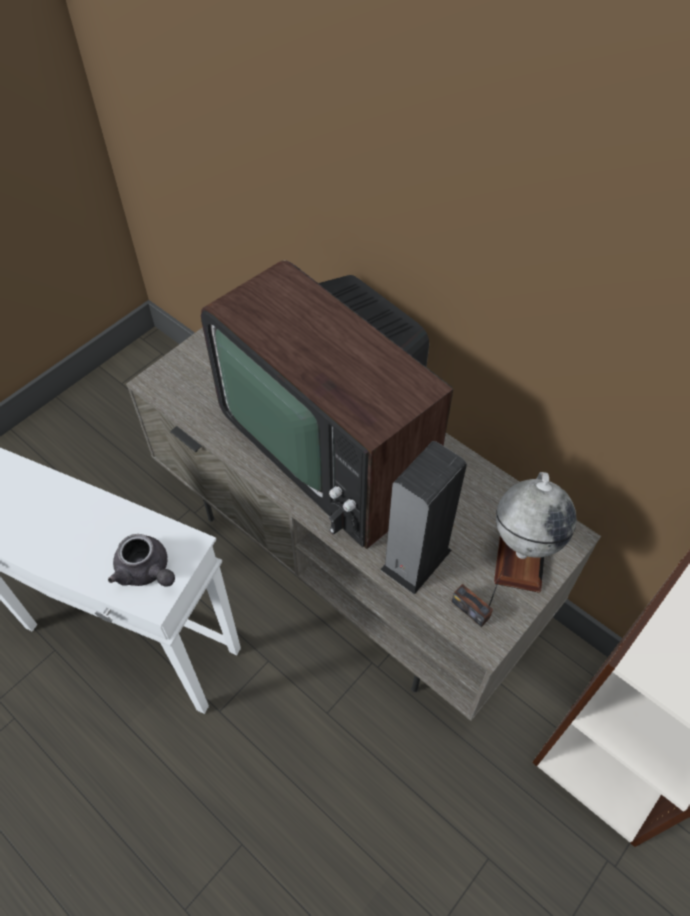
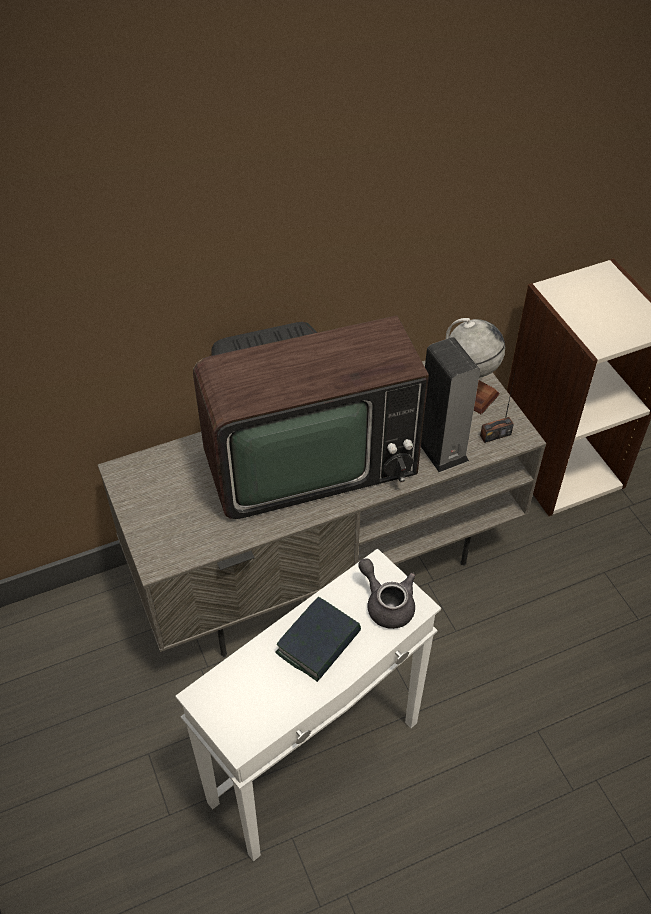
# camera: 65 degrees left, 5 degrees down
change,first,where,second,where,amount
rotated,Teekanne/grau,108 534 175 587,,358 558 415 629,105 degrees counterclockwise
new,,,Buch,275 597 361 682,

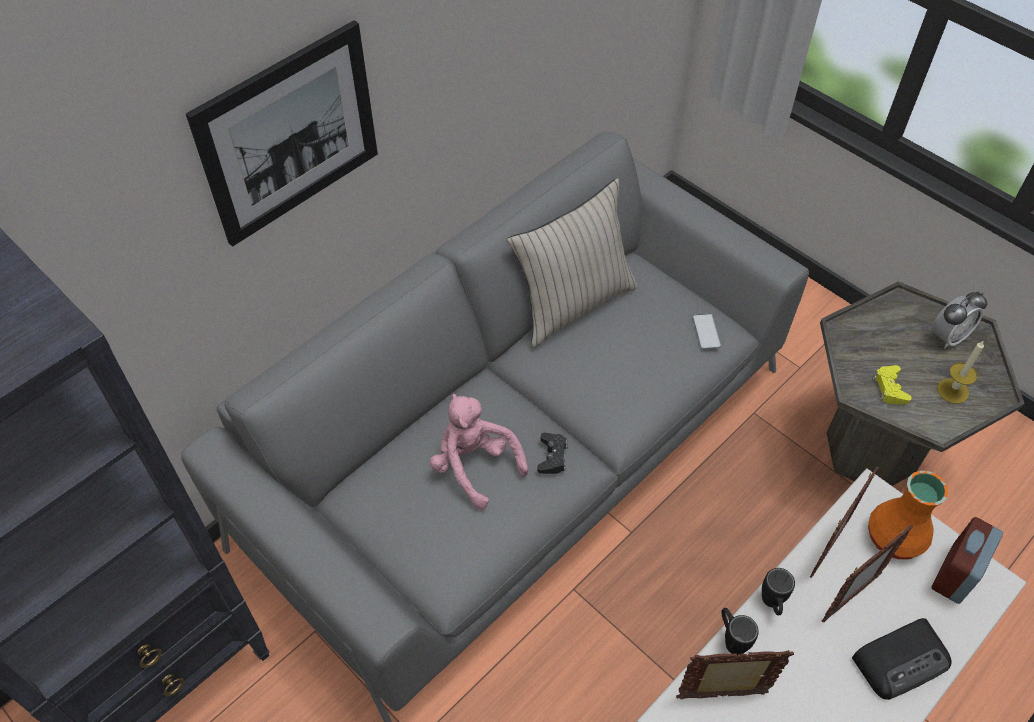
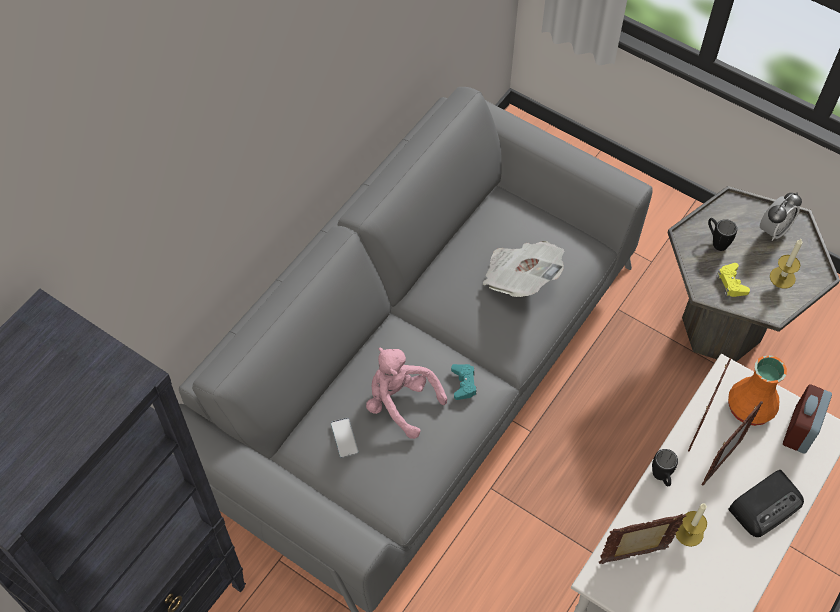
# camera: 10 degrees left, 5 degrees up
change,first,where,second,where,amount
gone,Bild,186 20 378 247,,,
gone,Kissen/beige,507 178 638 347,,,
repainted,Gamepad/schwarz,537 432 568 474,Gamepad/türkis,451 364 477 400,
shifted,Handy,693 313 721 349,,331 418 359 458,
shifted,Henkelbecher/schwarz,721 608 759 655,,708 218 737 251,
new,,,Zeitung,483 241 564 297,
new,,,Kerze,676 503 707 547,

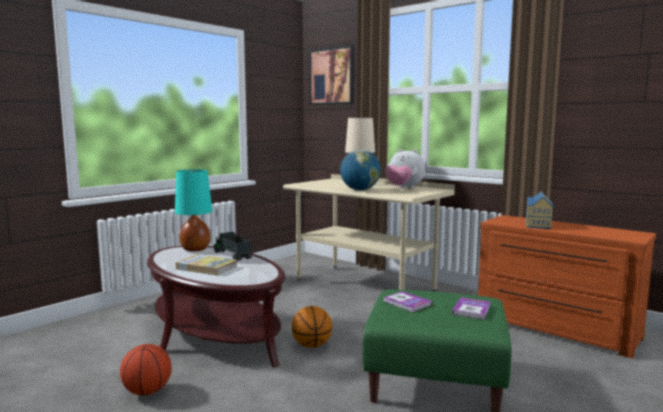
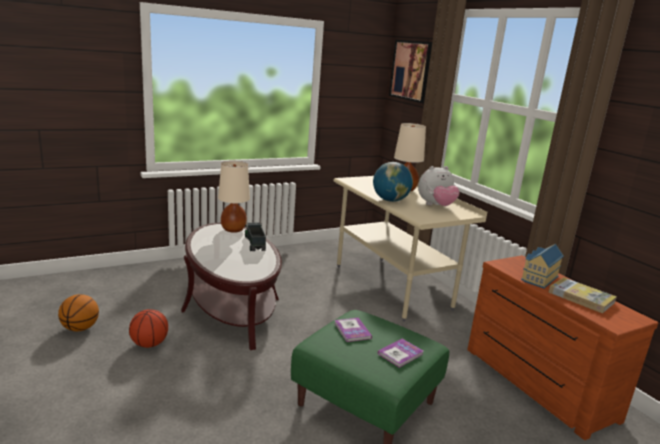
# camera: 20 degrees right, 10 degrees up
change,first,where,second,where,amount
repainted,Tischlampe/türkis,175 169 212 251,Tischlampe/beige,218 161 250 233,
shifted,Buch,175 255 237 275,,549 278 617 313,
shifted,Basketball,292 306 332 348,,58 294 99 331,
rotated,Plüschtier,385 149 425 189,,418 166 460 206,75 degrees counterclockwise

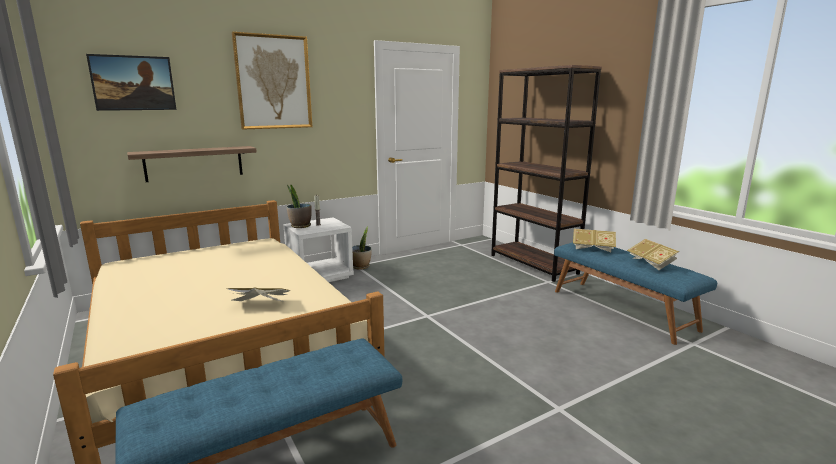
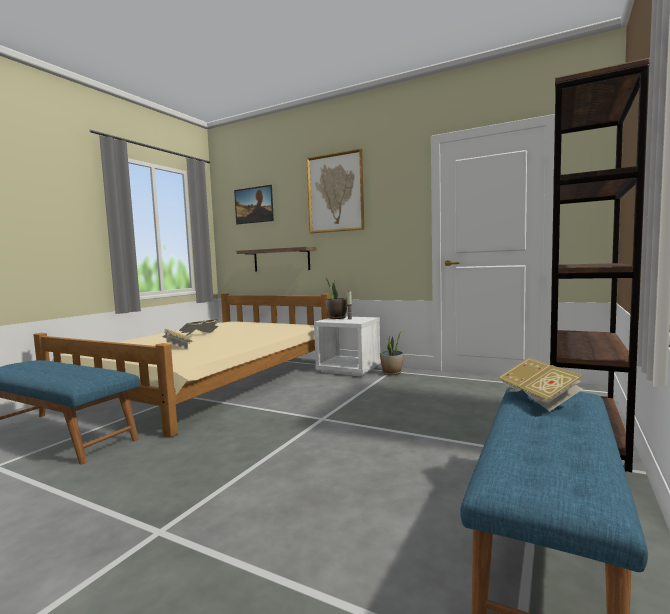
# camera: 60 degrees right, 10 degrees down
change,first,where,second,where,amount
shifted,Buch,627 239 679 270,,179 319 219 336,

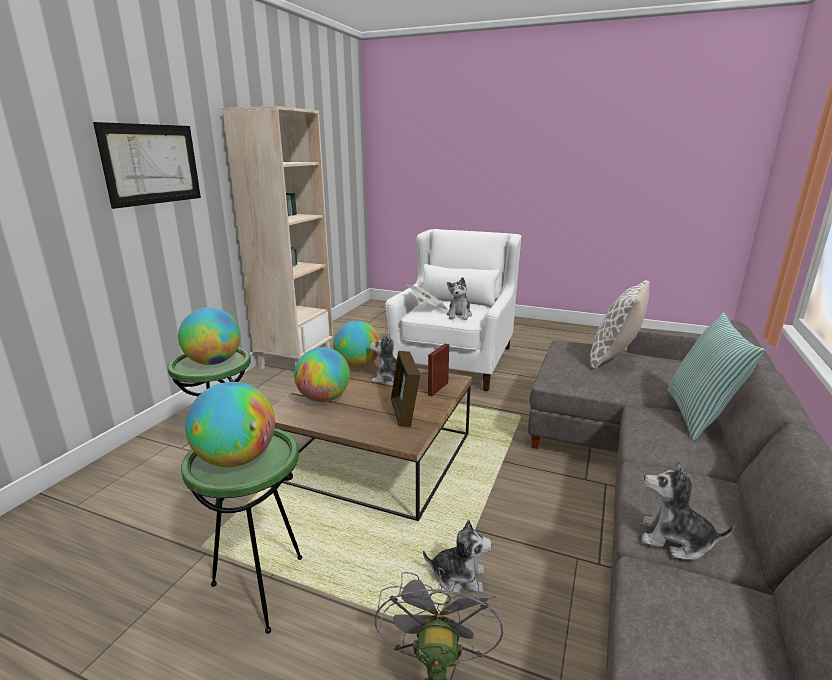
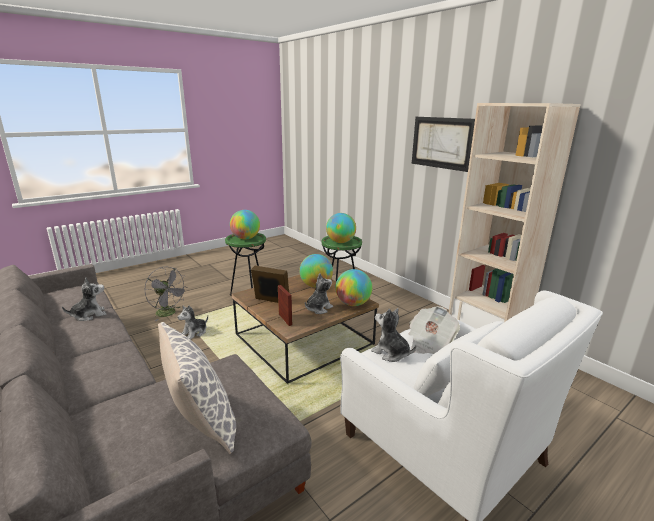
# camera: 120 degrees right, 0 degrees up
change,first,where,second,where,amount
gone,Kissen,668 313 765 441,,,

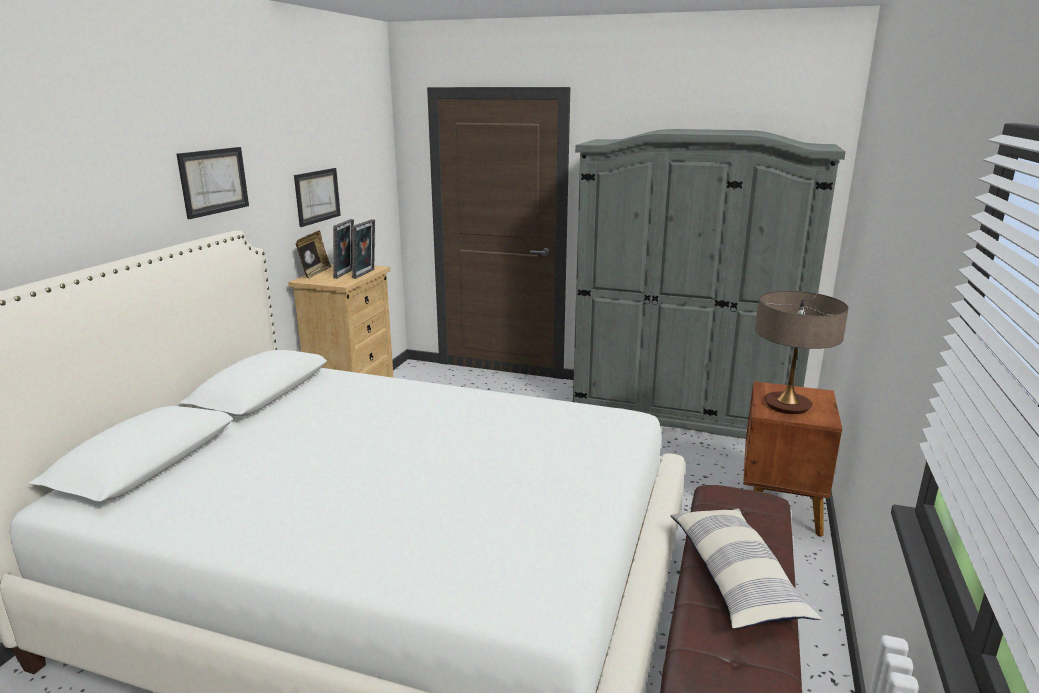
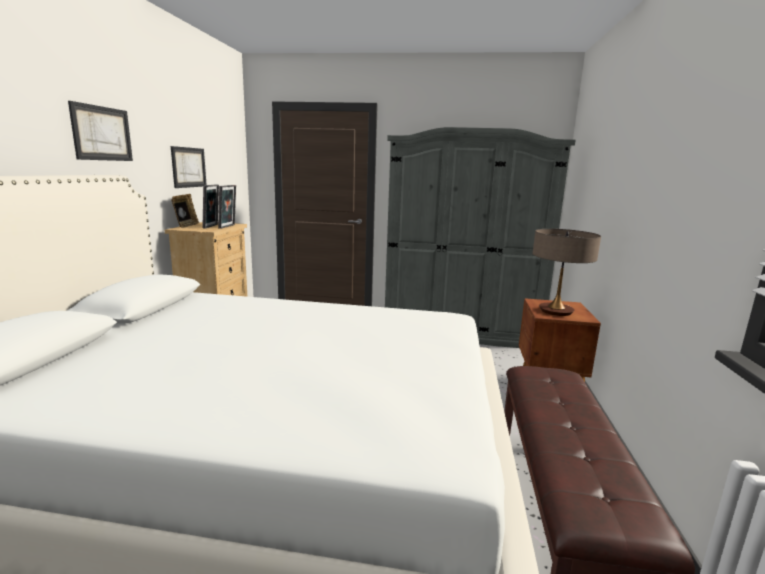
# camera: 10 degrees left, 5 degrees down
change,first,where,second,where,amount
gone,Kissen,671 508 821 629,,,

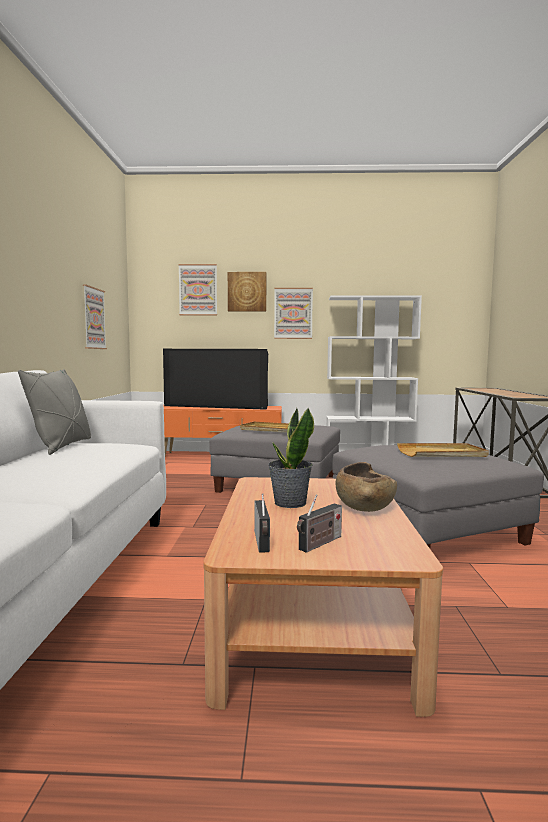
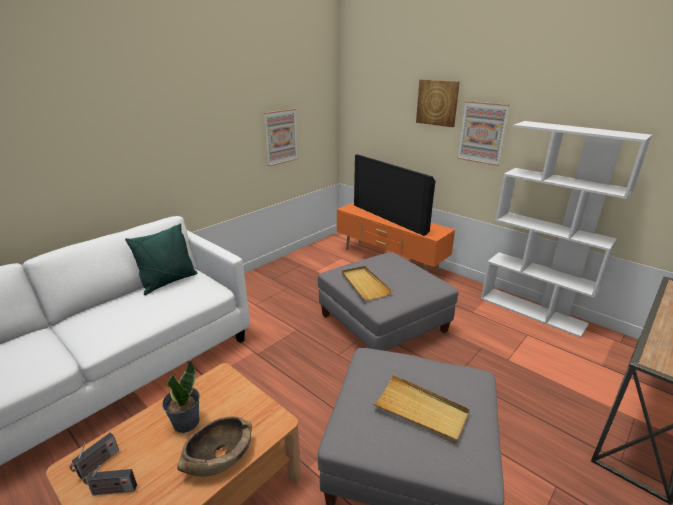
# camera: 40 degrees right, 20 degrees up
change,first,where,second,where,amount
repainted,Kissen/grau,18 369 91 455,Kissen/grün,125 223 198 295,
gone,Bild,179 264 217 316,,,

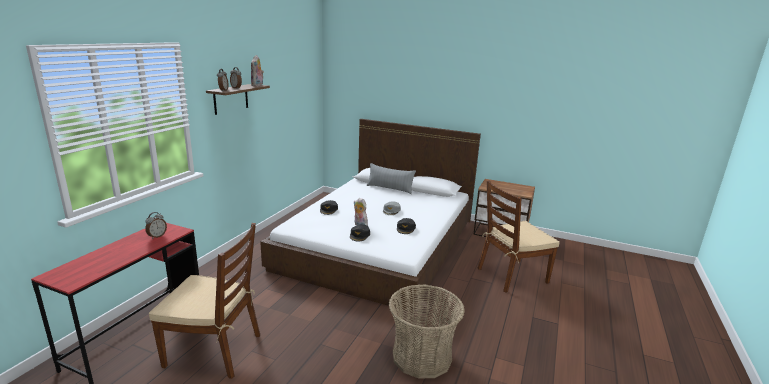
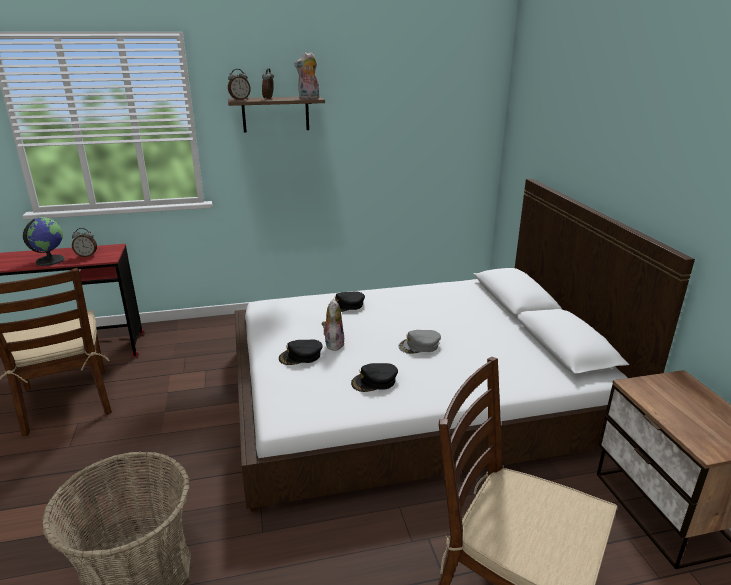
# camera: 55 degrees right, 5 degrees up
change,first,where,second,where,amount
gone,Kissen/grau,367 163 416 194,,,
new,,,Globus,23 217 65 266,

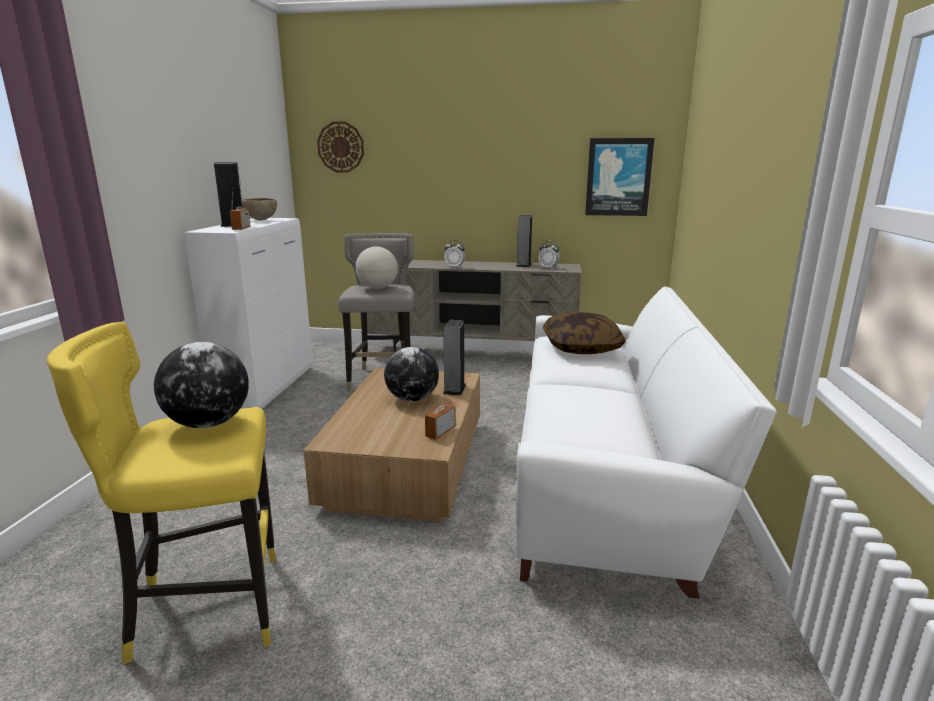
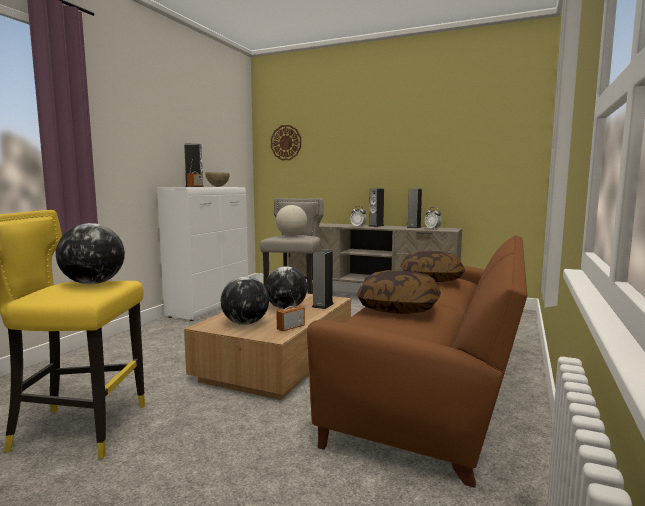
# camera: 15 degrees right, 10 degrees down
change,first,where,second,where,amount
repainted,Sofa/weiß,515 286 777 599,Sofa/braun,307 235 527 488,
gone,Bild,585 138 654 216,,,
new,,,Globus,220 276 269 325,
new,,,Kissen,357 270 441 314,
new,,,Lautsprecher,369 188 384 227,

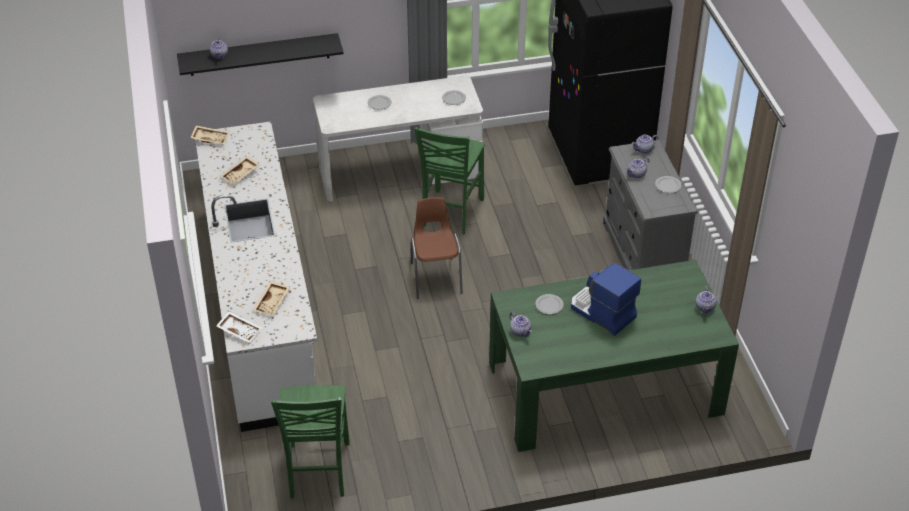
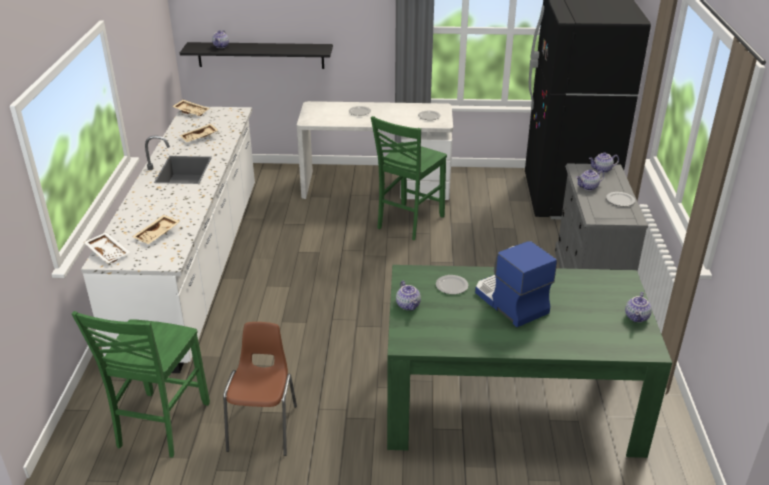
# camera: 15 degrees right, 10 degrees down
change,first,where,second,where,amount
shifted,Stuhl/braun,411 197 463 299,,223 322 297 456,

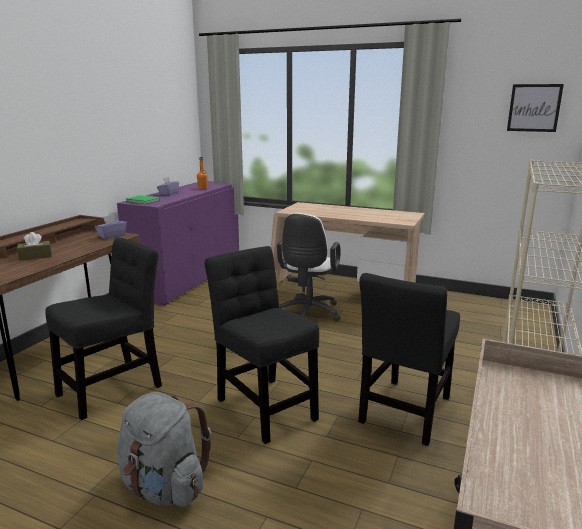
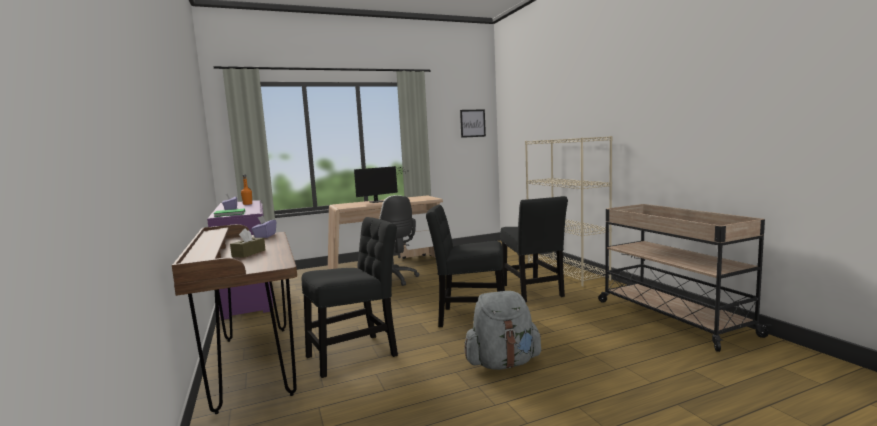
# camera: 45 degrees left, 10 degrees down
change,first,where,second,where,amount
rotated,Stuhl/schwarz,45 237 162 420,,302 217 398 378,60 degrees clockwise
new,,,Monitor,354 166 406 203,

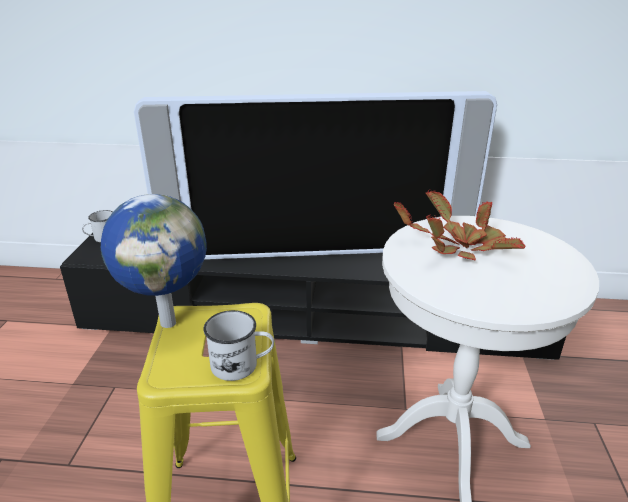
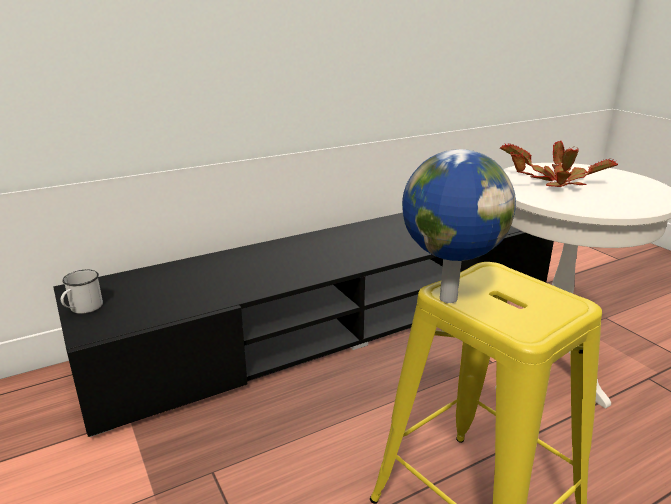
# camera: 35 degrees left, 5 degrees down
change,first,where,second,where,amount
gone,Fernseher,134 91 497 260,,,
gone,Henkelbecher/weiß,203 310 274 381,,,

